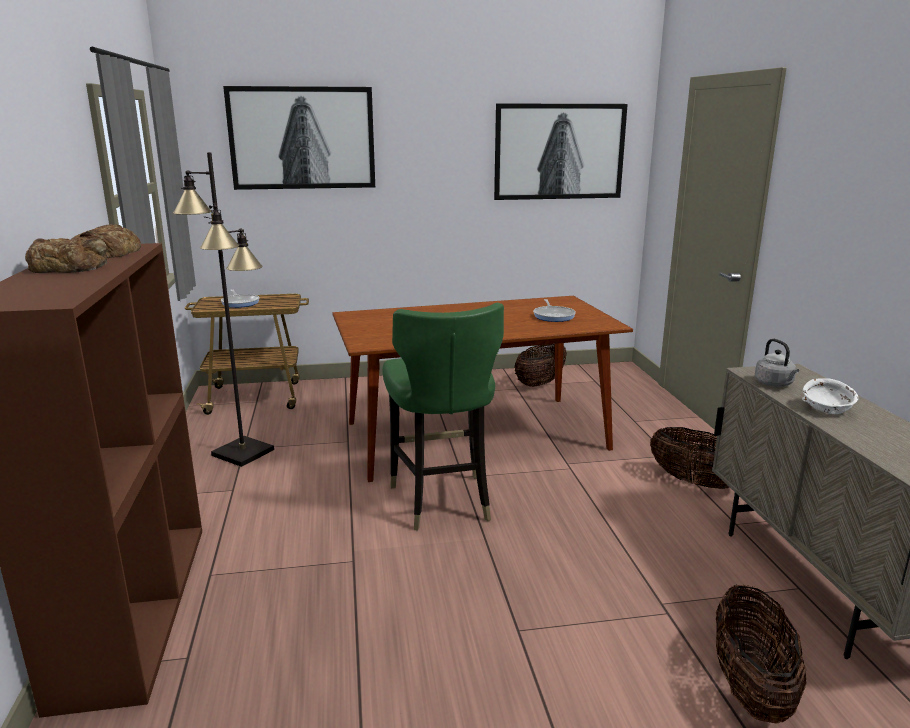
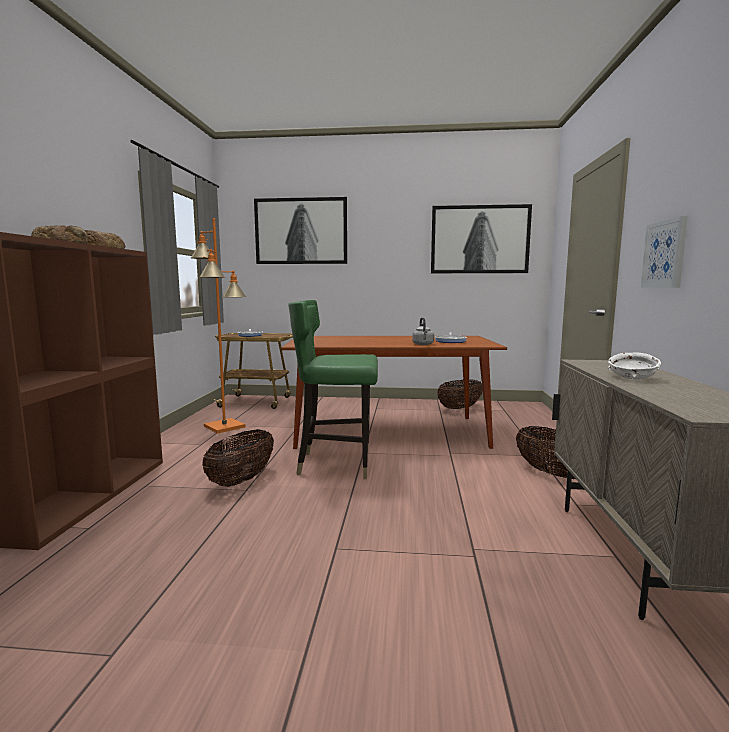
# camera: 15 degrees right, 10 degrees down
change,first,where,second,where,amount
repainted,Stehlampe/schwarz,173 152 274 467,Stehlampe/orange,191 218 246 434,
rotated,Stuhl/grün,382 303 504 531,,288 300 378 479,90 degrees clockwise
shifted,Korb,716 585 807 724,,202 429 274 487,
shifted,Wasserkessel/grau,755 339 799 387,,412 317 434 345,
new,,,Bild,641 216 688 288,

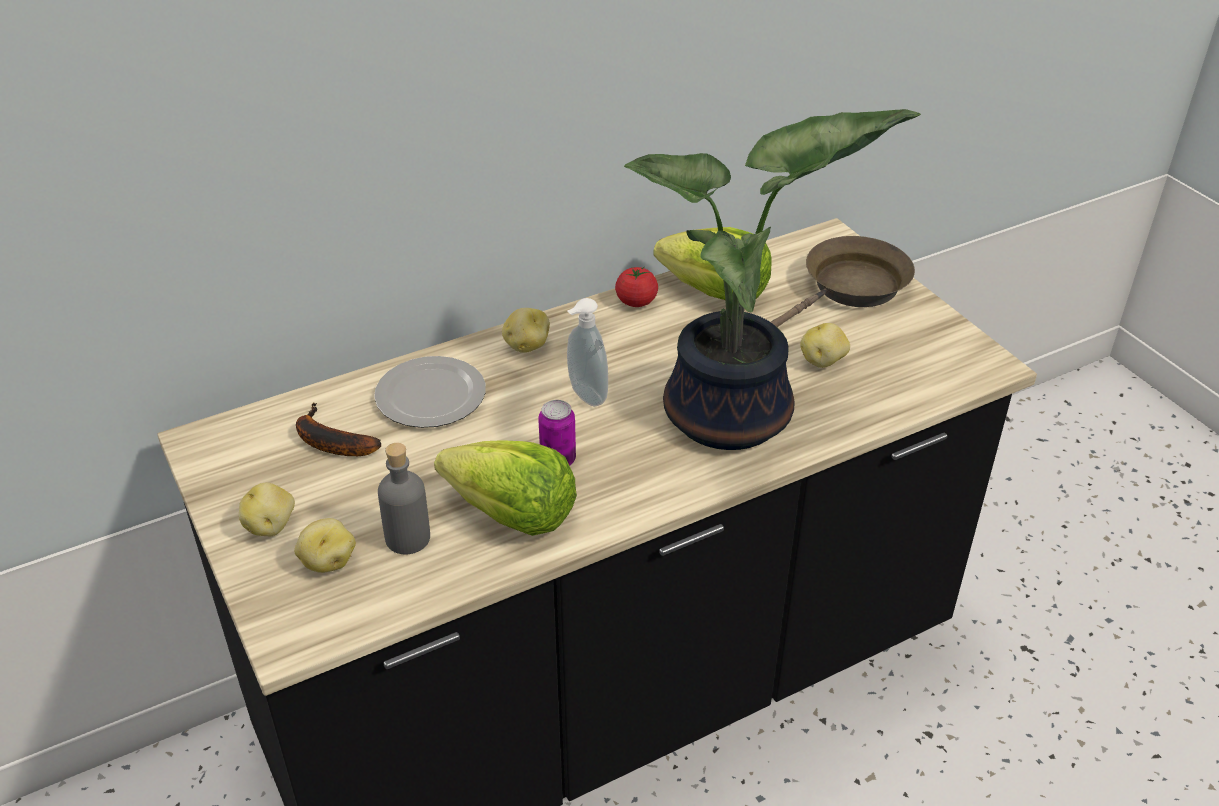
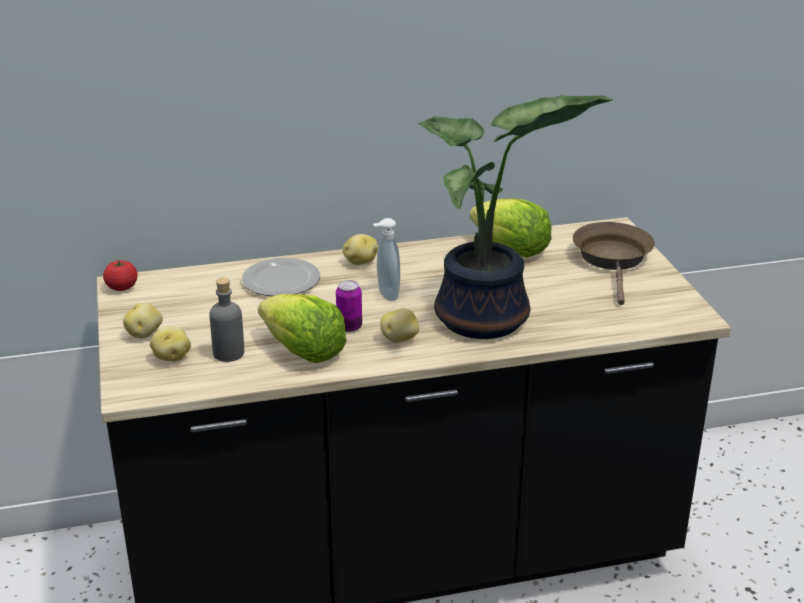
# camera: 15 degrees right, 10 degrees down
change,first,where,second,where,amount
gone,Banane,296 402 381 456,,,
shifted,Tomate,615 267 658 307,,103 260 138 291,
rotated,Pfanne/braun,771 236 915 327,,573 222 655 305,60 degrees counterclockwise
shifted,Kartoffel,801 323 850 368,,380 308 419 343,

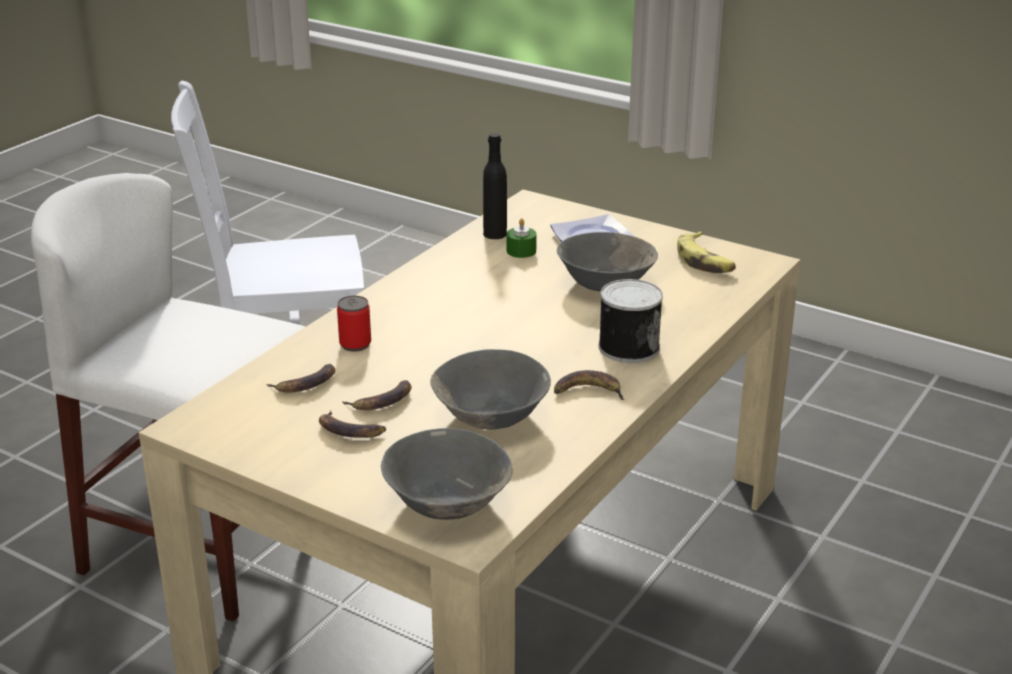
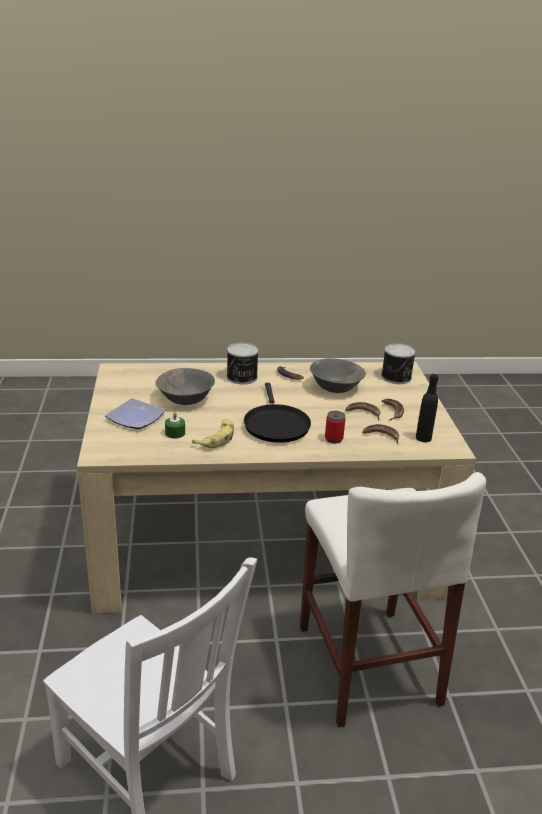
# camera: 130 degrees left, 0 degrees up
change,first,where,second,where,amount
swapped,Schüssel/grau,381 428 513 520,Dose,381 343 416 384,
shifted,Flasche/schwarz,483 133 507 239,,416 374 439 442,
shifted,Banane,677 231 736 273,,192 419 234 448,
new,,,Pfanne/schwarz,244 383 311 443,

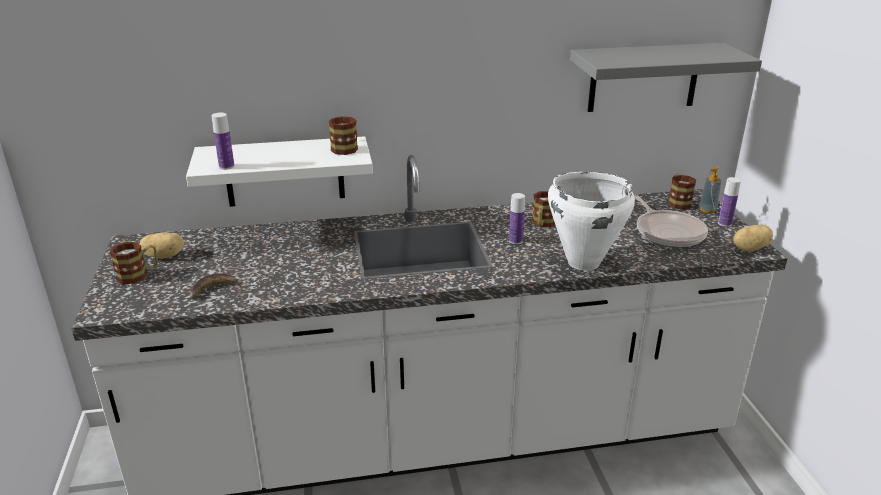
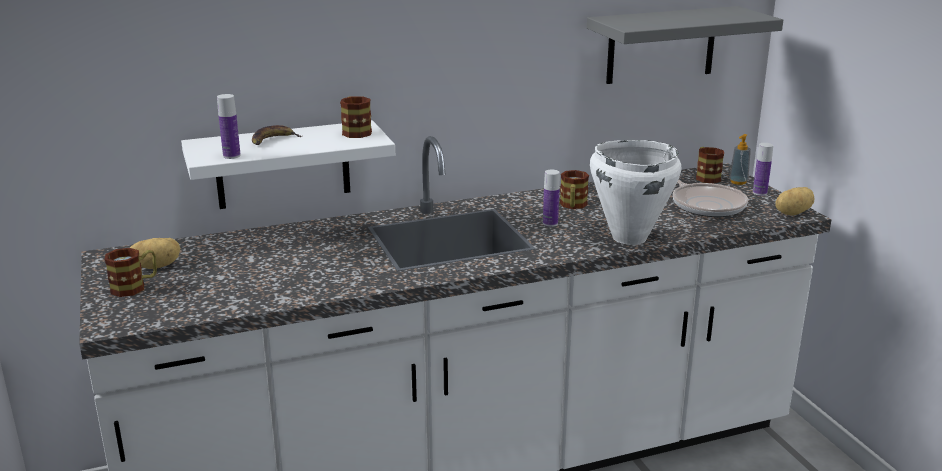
# camera: 10 degrees left, 5 degrees down
change,first,where,second,where,amount
shifted,Banane,190 273 242 298,,252 125 302 145,

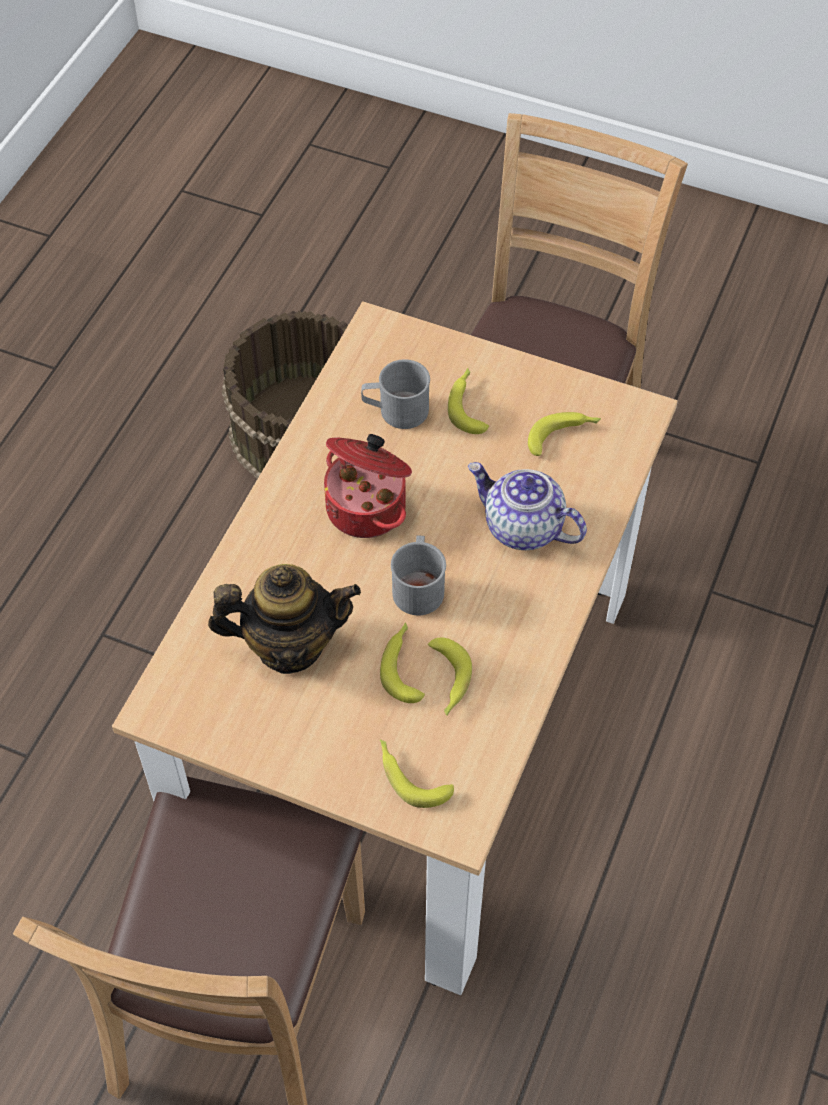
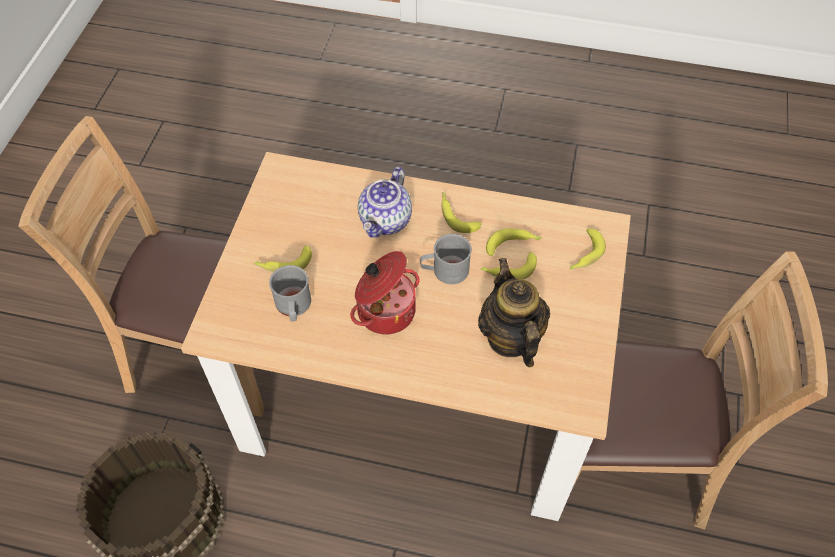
# camera: 100 degrees left, 0 degrees up
change,first,where,second,where,amount
shifted,Banane,528 412 601 456,,441 192 481 233,

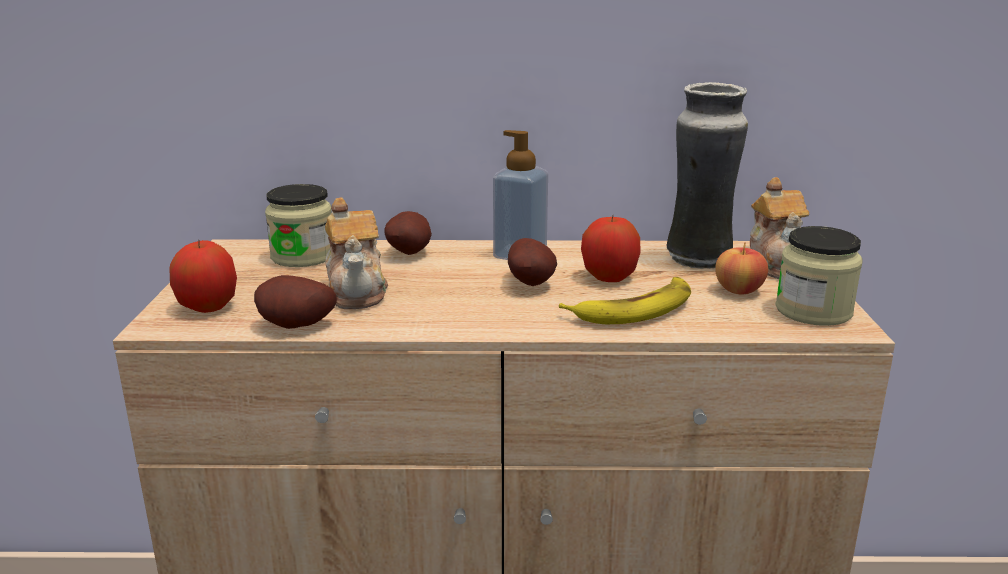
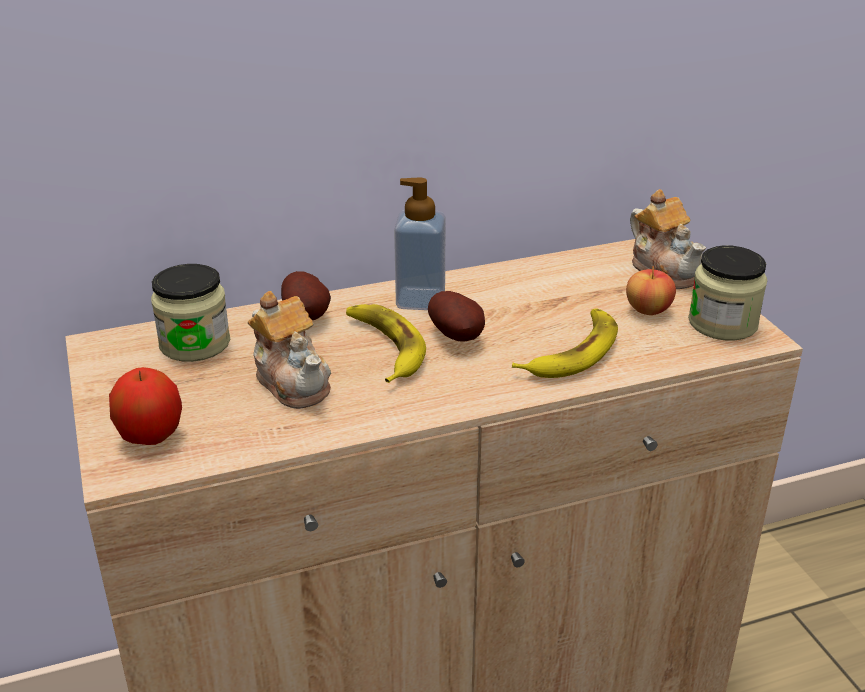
# camera: 20 degrees left, 10 degrees up
change,first,where,second,where,amount
gone,Kartoffel,254 275 337 329,,,
gone,Apfel,581 216 640 282,,,
gone,Vase,667 82 748 269,,,
new,,,Banane,346 304 426 383,

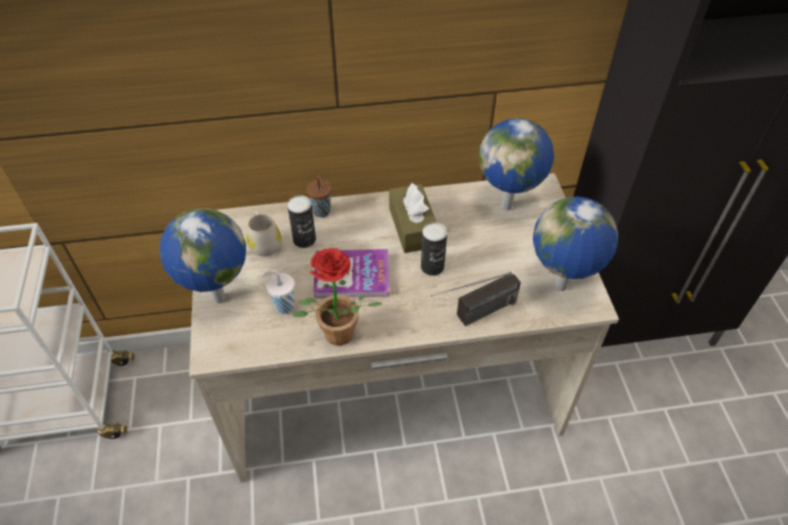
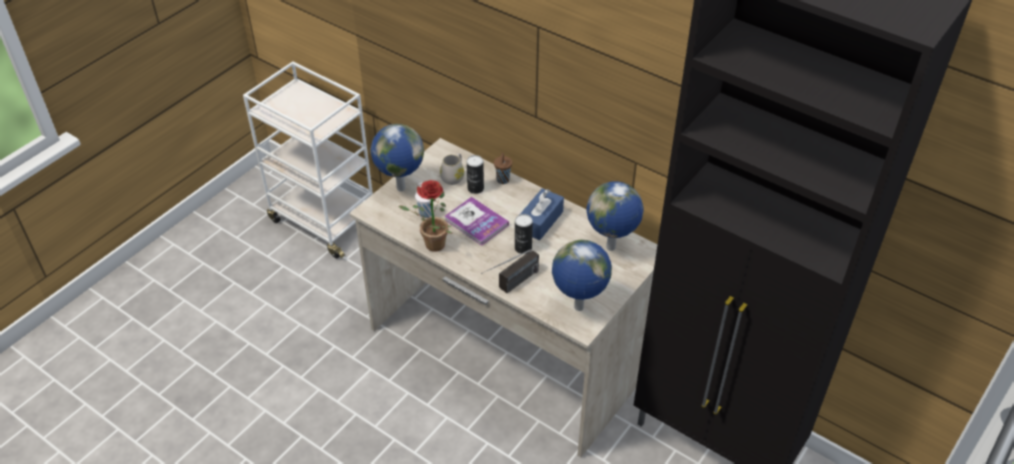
# camera: 45 degrees right, 5 degrees down
change,first,where,second,where,amount
repainted,Taschentuchbox/braun,389 183 436 253,Taschentuchbox/blau,520 188 564 240,
rotated,Radio,430 272 521 326,,481 249 539 293,60 degrees counterclockwise

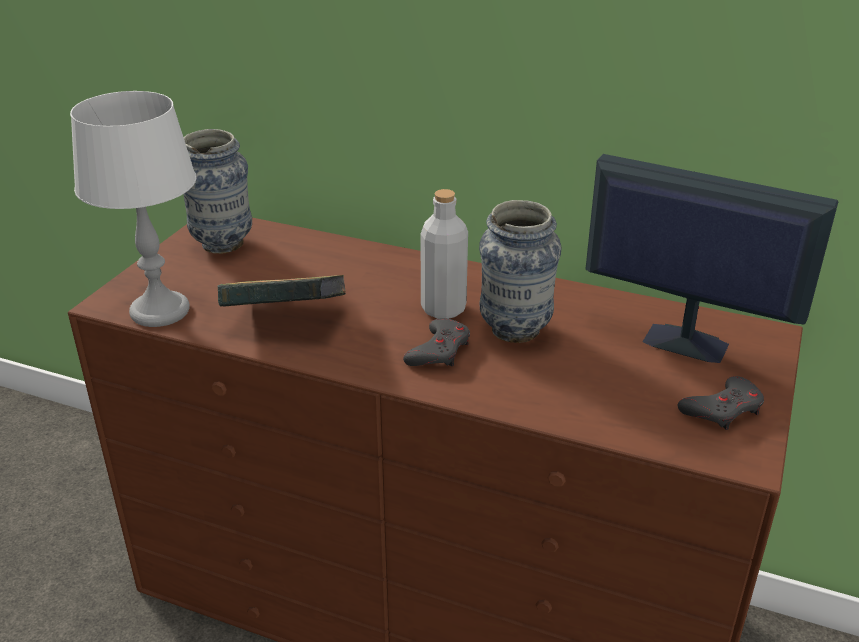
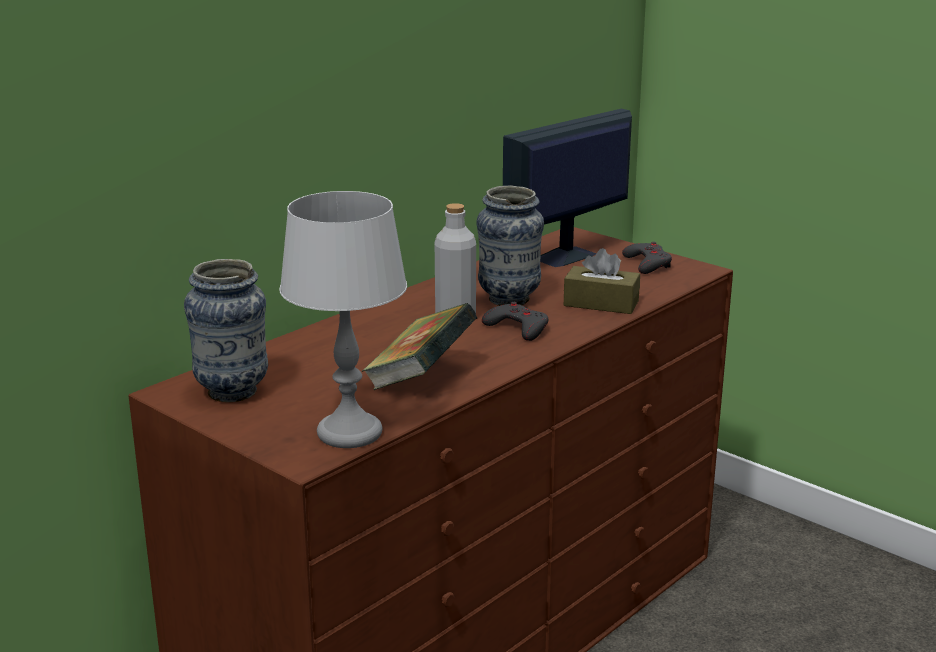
# camera: 70 degrees left, 10 degrees down
change,first,where,second,where,amount
new,,,Taschentuchbox/braun,564 248 640 314,

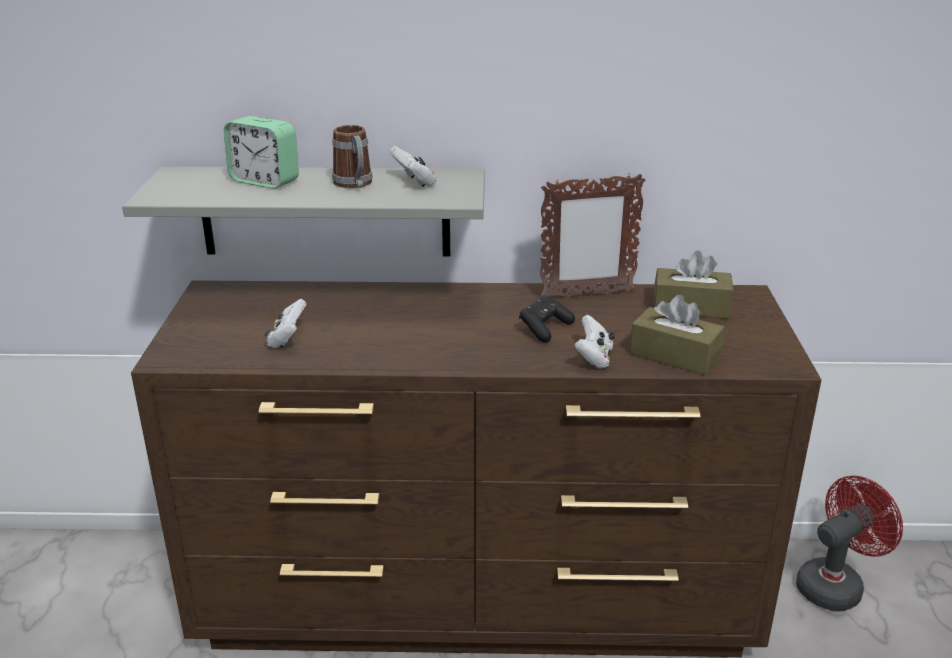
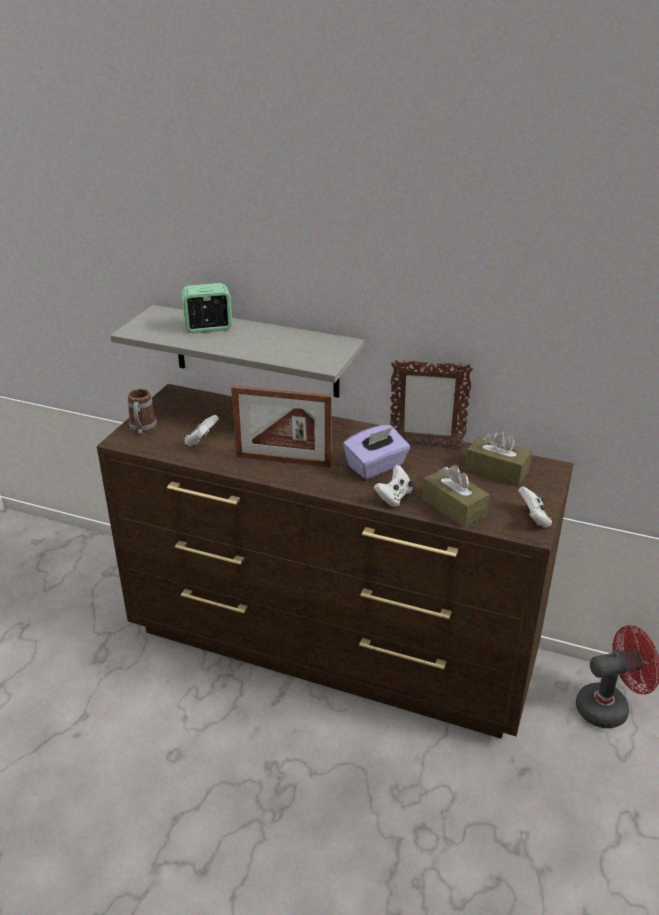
# camera: 20 degrees right, 5 degrees up
change,first,where,second,where,amount
rotated,Wecker,224 116 299 189,,182 283 232 333,120 degrees clockwise
shifted,Henkelbecher,332 125 373 188,,128 389 157 434,
shifted,Gamepad/weiß,390 146 437 187,,518 486 552 528,
swapped,Gamepad/schwarz,519 296 575 343,Taschentuchbox/lila,343 425 410 479,
new,,,Bilderrahmen,231 386 332 467,

